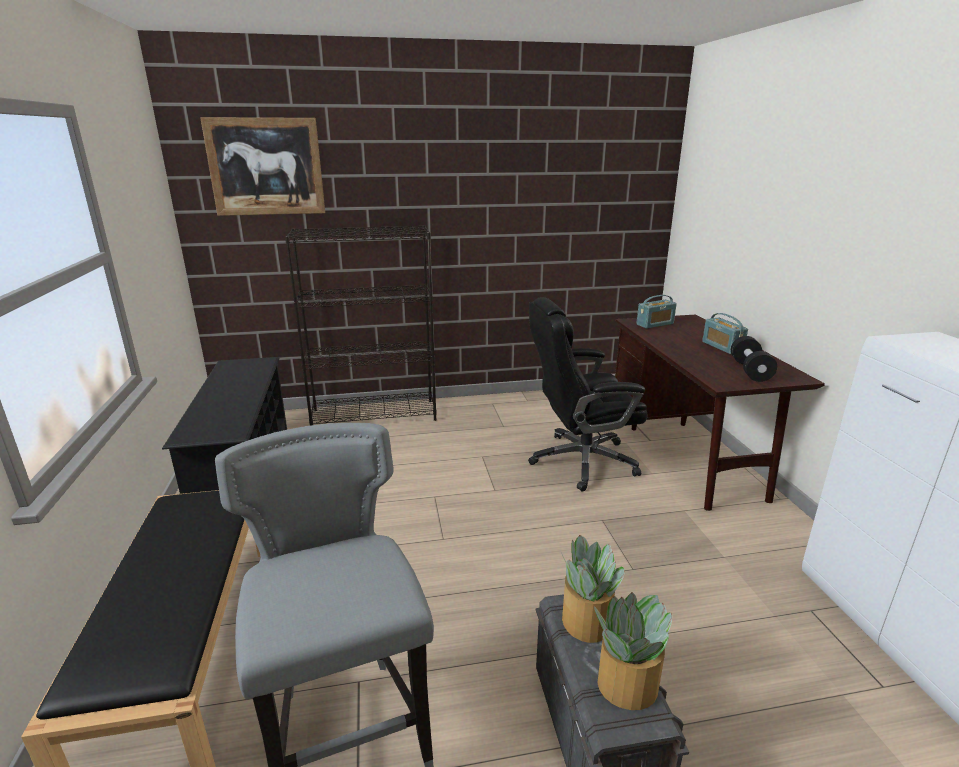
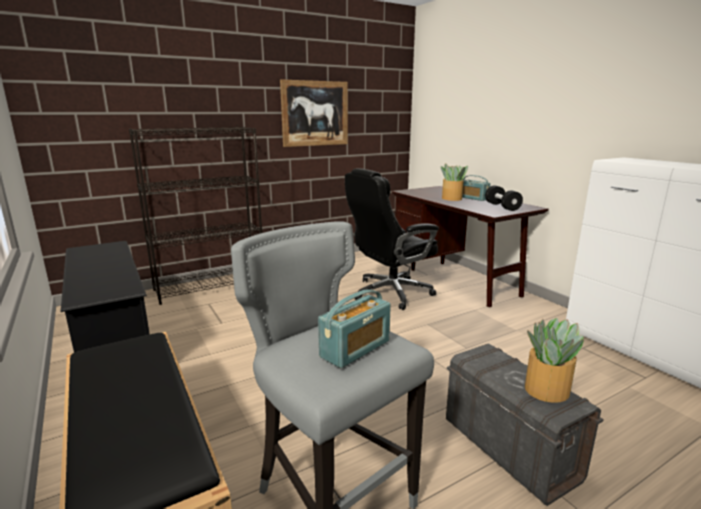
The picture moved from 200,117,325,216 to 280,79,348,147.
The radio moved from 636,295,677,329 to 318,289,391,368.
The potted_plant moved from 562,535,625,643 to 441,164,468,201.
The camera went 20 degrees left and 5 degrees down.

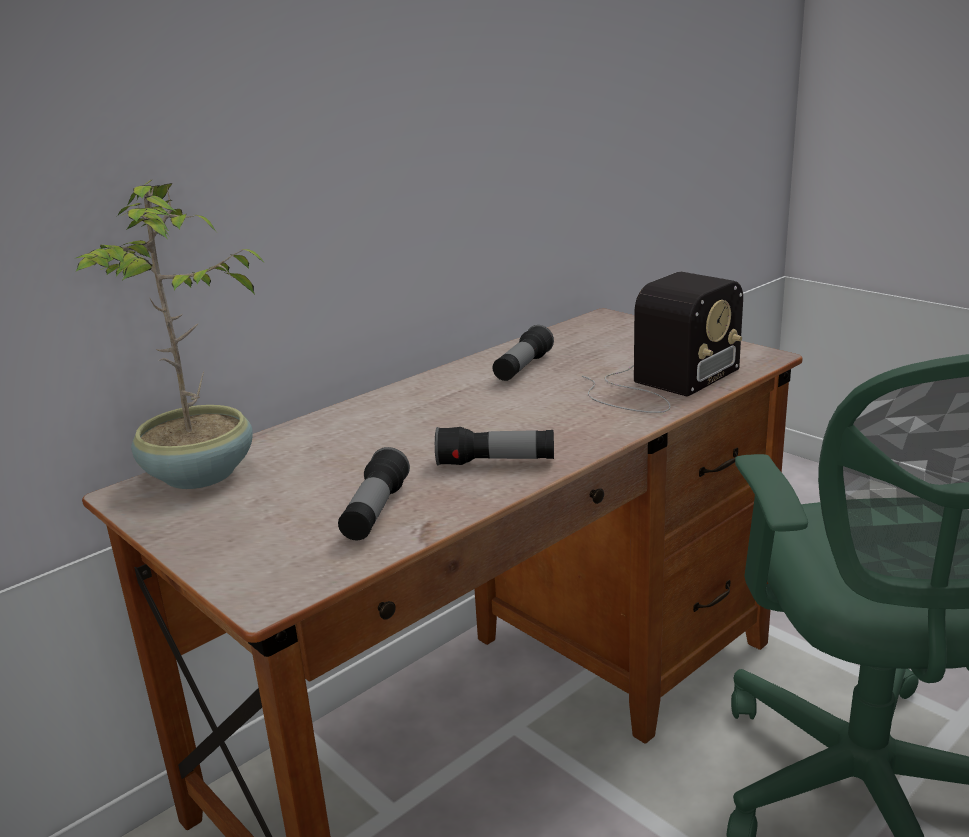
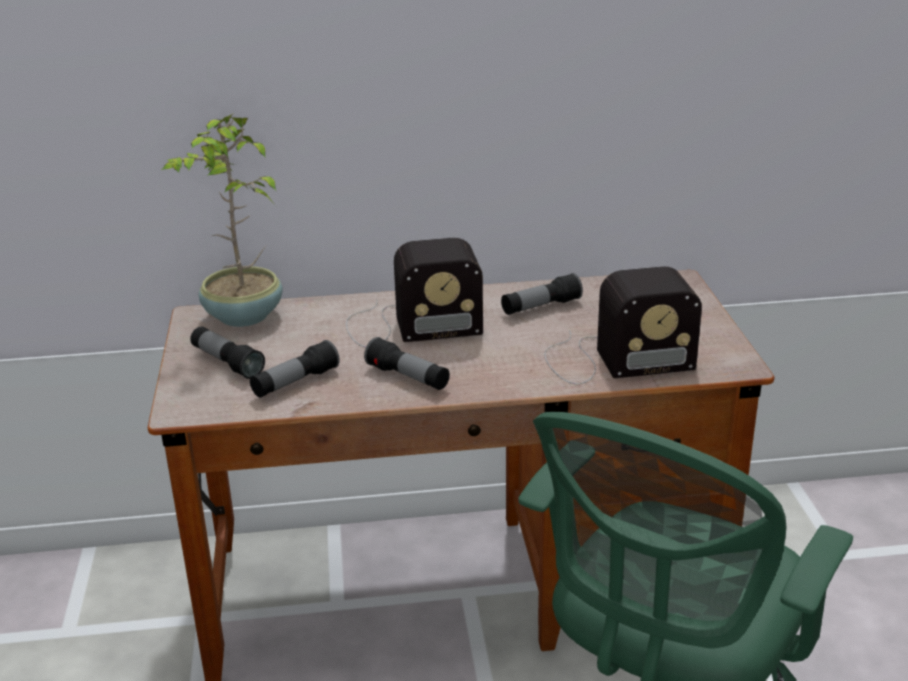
The radio at 346,238,483,347 appeared.
The flashlight at 190,327,265,379 appeared.
The camera went 35 degrees right and 5 degrees up.

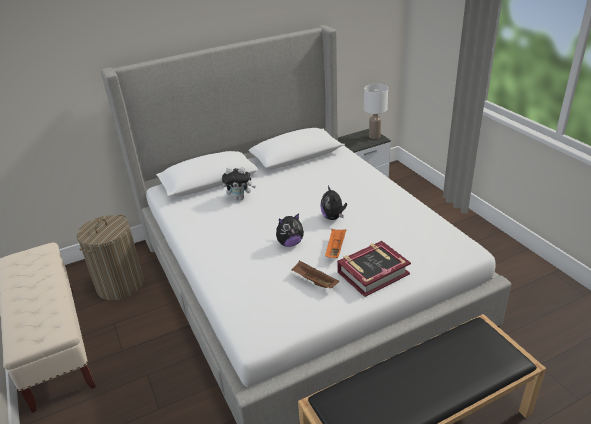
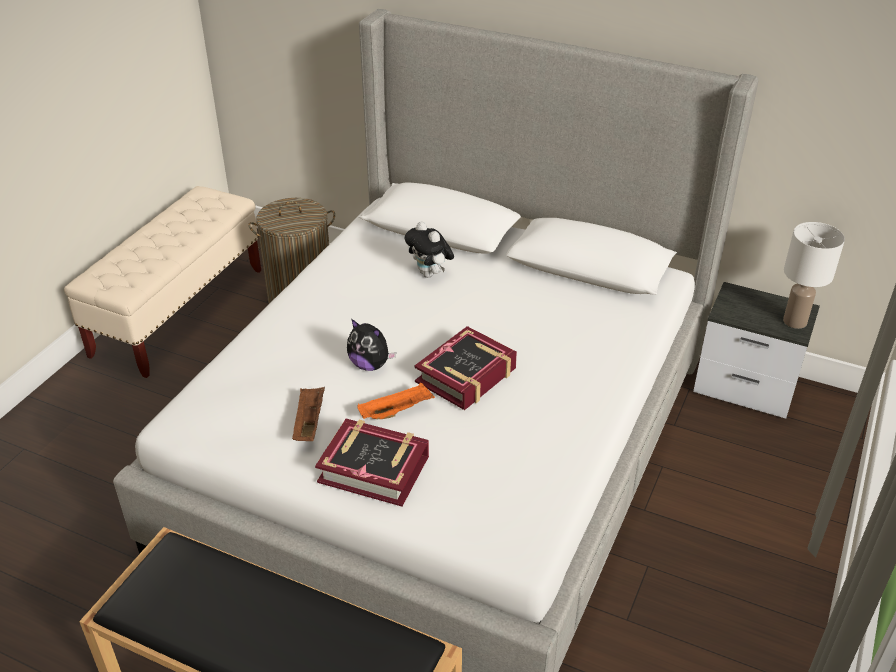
The plush_toy at 320,186,347,220 was replaced by the book at 414,326,517,410.
The camera went 50 degrees right and 5 degrees up.

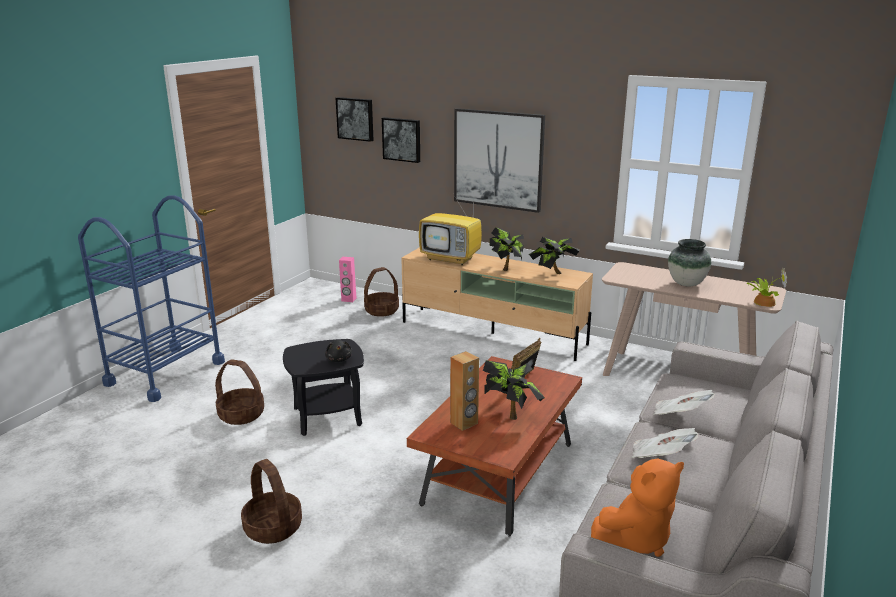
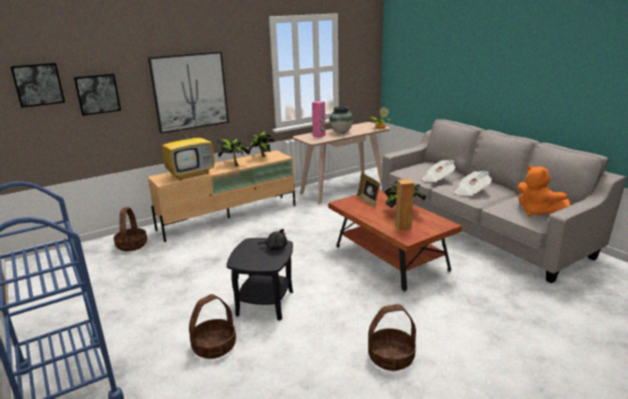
The pink_speaker moved from 339,257,356,302 to 312,101,326,138.
The orange_plush_toy at 591,459,684,557 turned 150 degrees clockwise.
The camera went 60 degrees left and 0 degrees up.

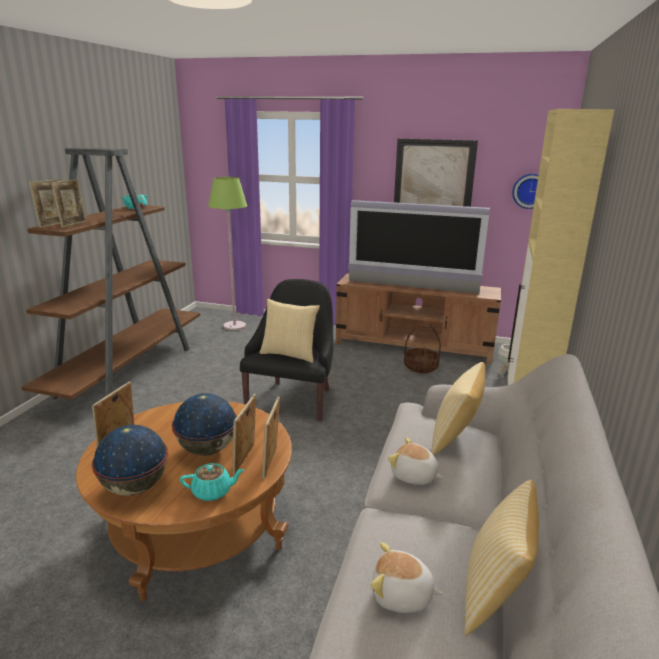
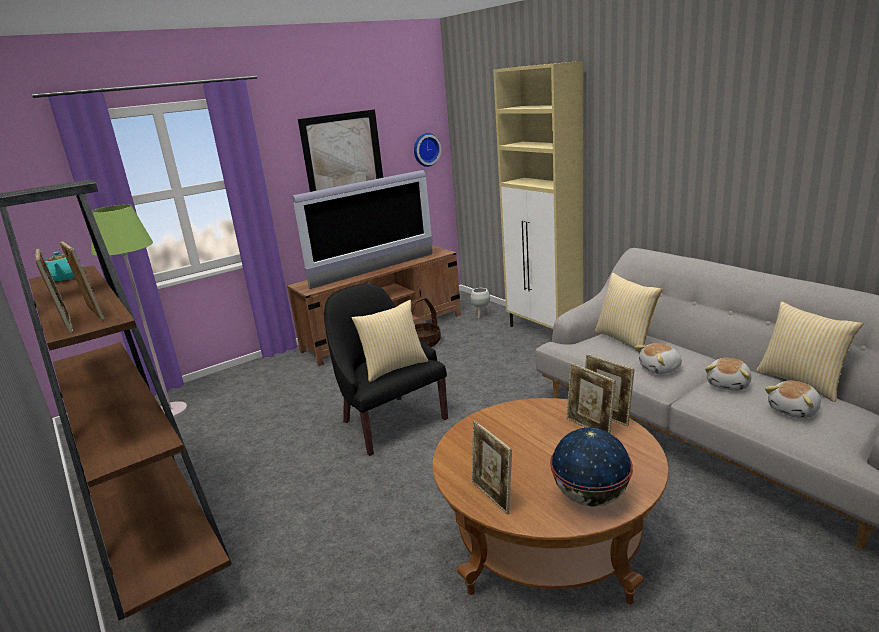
The globe at 172,393,237,456 disappeared.
The turquoise_teapot at 180,463,245,501 disappeared.
The plush_toy at 705,358,751,391 appeared.
The camera went 50 degrees left and 0 degrees up.

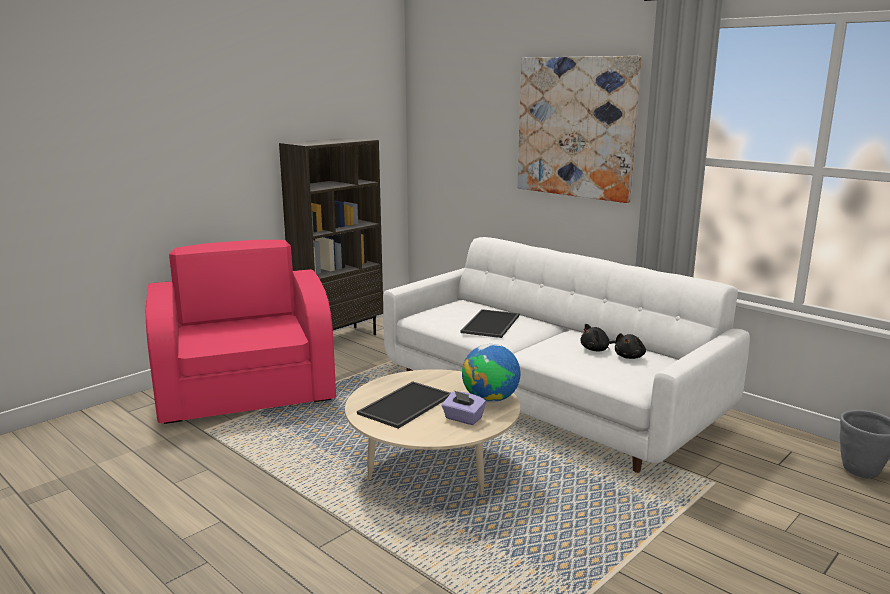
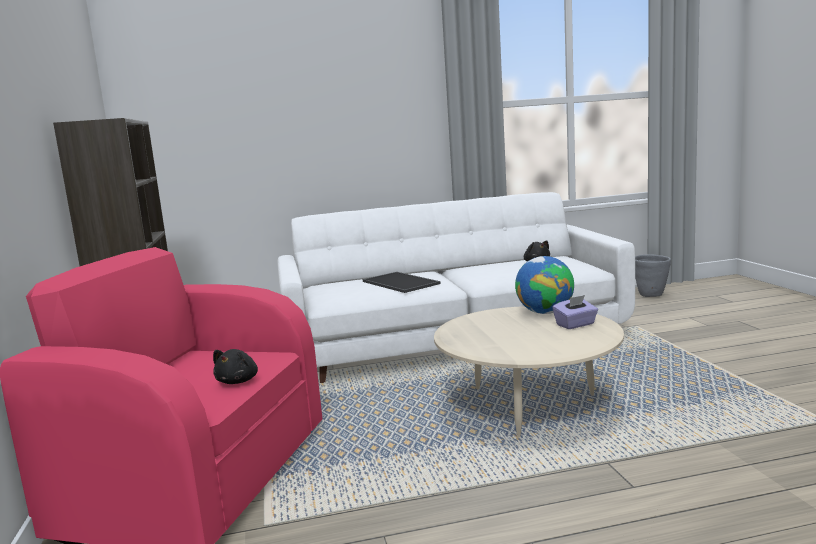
The picture at 517,56,641,203 disappeared.
The black_plush_toy moved from 581,324,616,352 to 213,349,258,384.
The tray at 357,381,451,429 disappeared.
The camera went 55 degrees left and 5 degrees down.

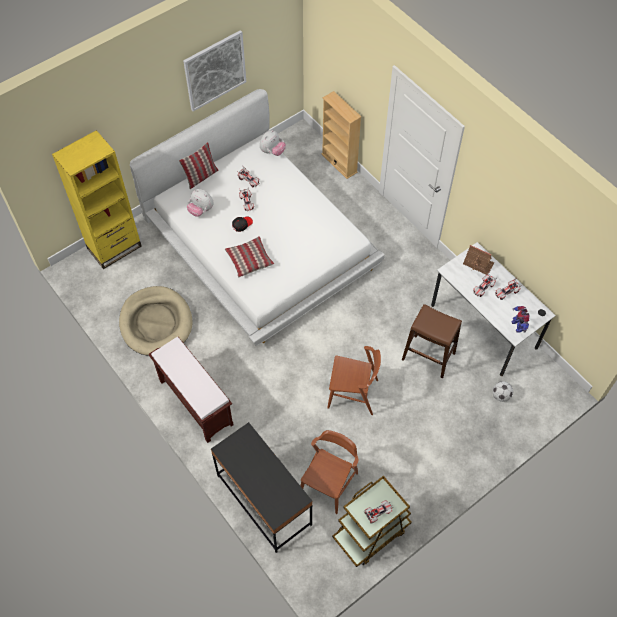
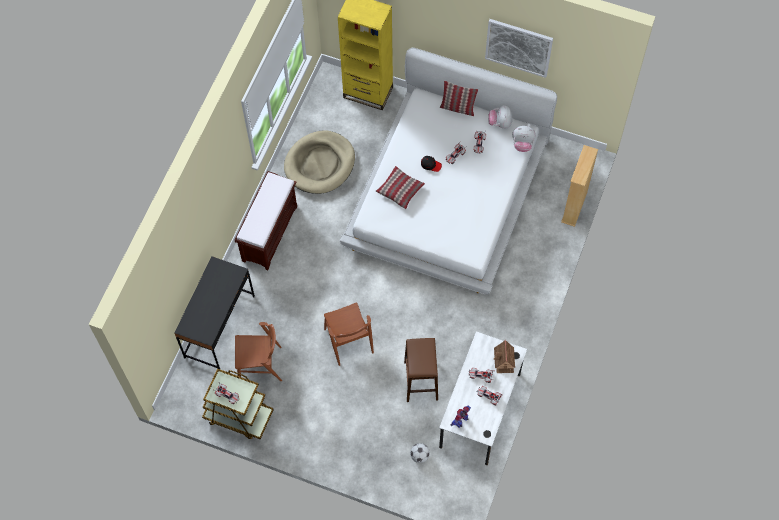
The plush_toy moved from 187,189,213,217 to 488,105,513,129.
The camera went 60 degrees right and 5 degrees up.

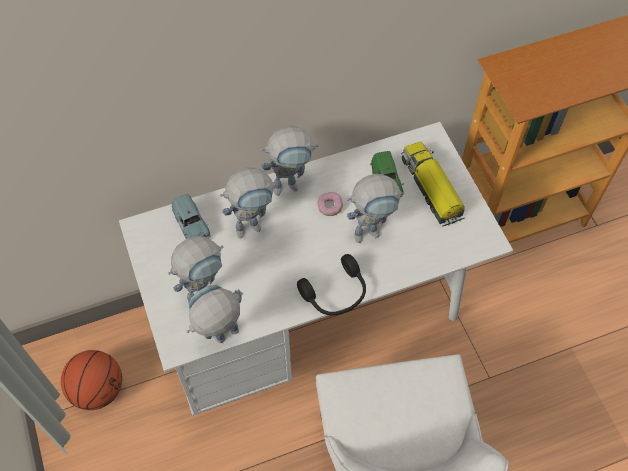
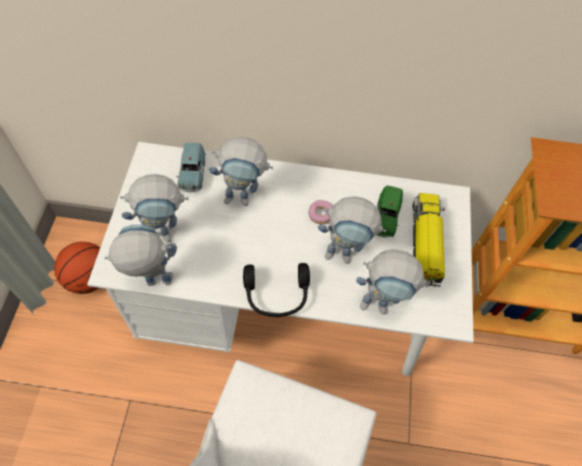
The toy_robot moved from 261,126,319,196 to 356,249,428,315.
The camera went 25 degrees right and 0 degrees up.

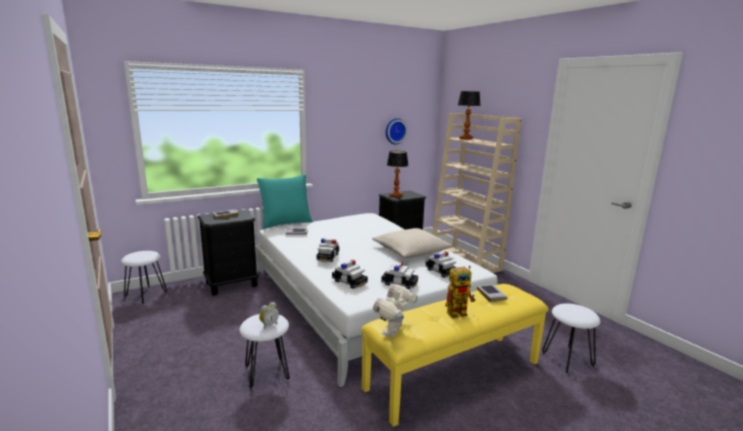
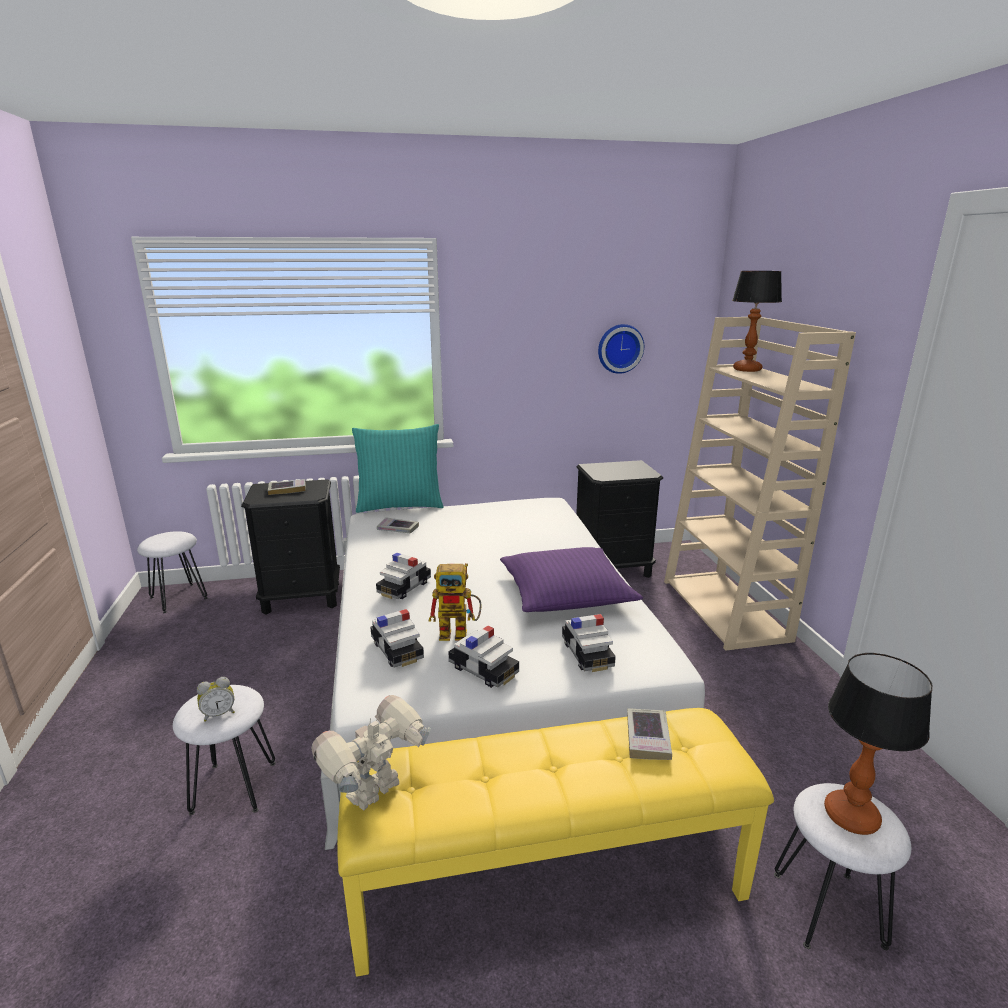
The table_lamp moved from 387,151,408,197 to 824,653,932,835.
The beige_pillow at 372,228,454,258 became the purple_pillow at 500,547,643,612.
The toy_robot moved from 445,266,476,318 to 428,563,482,641.
The camera went 20 degrees right and 5 degrees up.

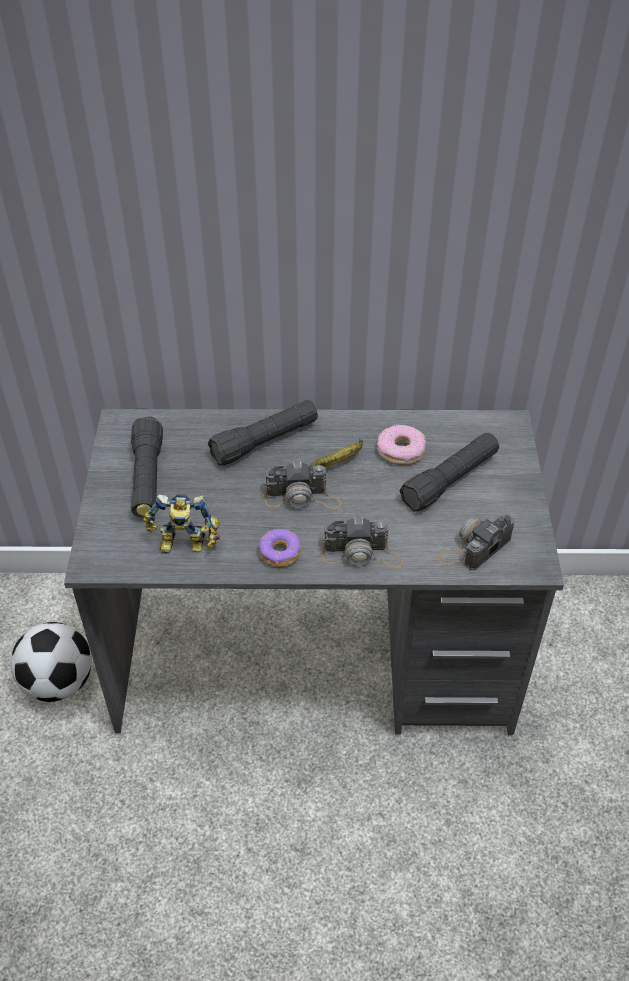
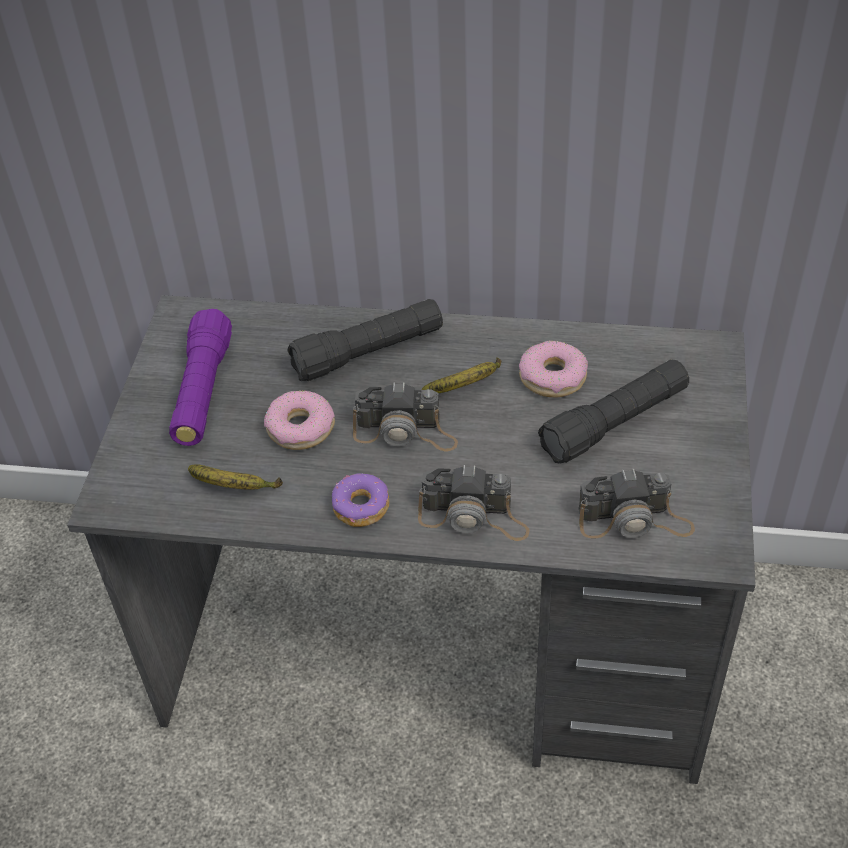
The black_flashlight at 131,417,163,518 became the purple_flashlight at 169,309,232,446.
The toy_robot at 143,494,220,554 was replaced by the banana at 188,464,283,490.
The photo_camera at 437,514,514,570 turned 150 degrees counterclockwise.
The football at 11,622,92,702 disappeared.
The donut at 264,391,335,450 appeared.
The camera went 10 degrees right and 0 degrees up.

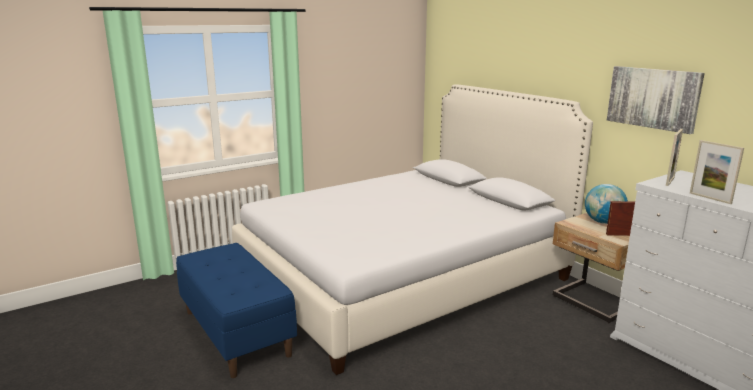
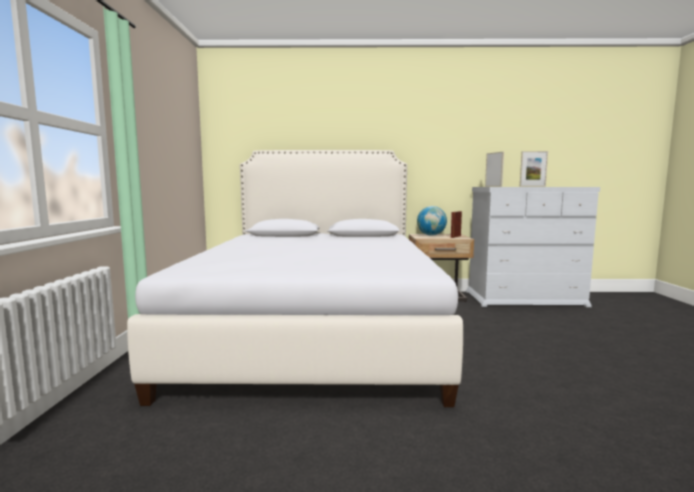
The picture at 607,66,705,134 disappeared.
The blue_bench at 176,243,297,378 disappeared.
The camera went 55 degrees left and 10 degrees down.

